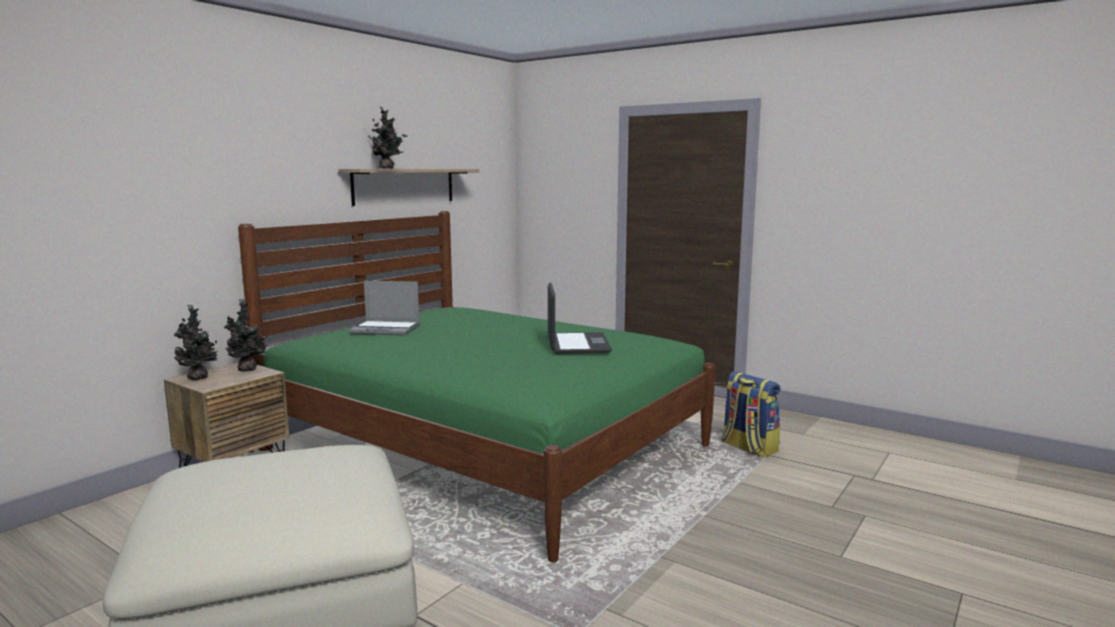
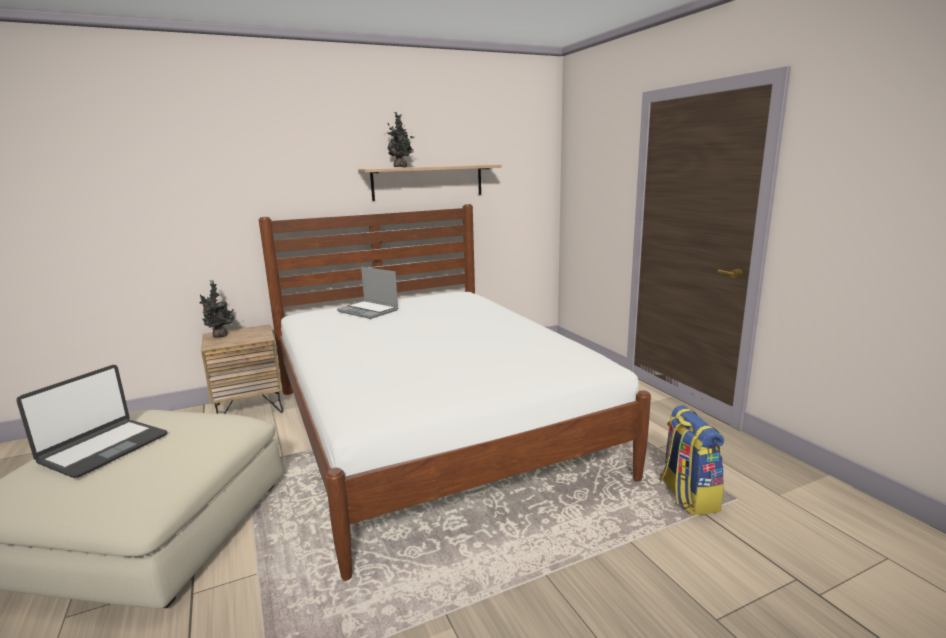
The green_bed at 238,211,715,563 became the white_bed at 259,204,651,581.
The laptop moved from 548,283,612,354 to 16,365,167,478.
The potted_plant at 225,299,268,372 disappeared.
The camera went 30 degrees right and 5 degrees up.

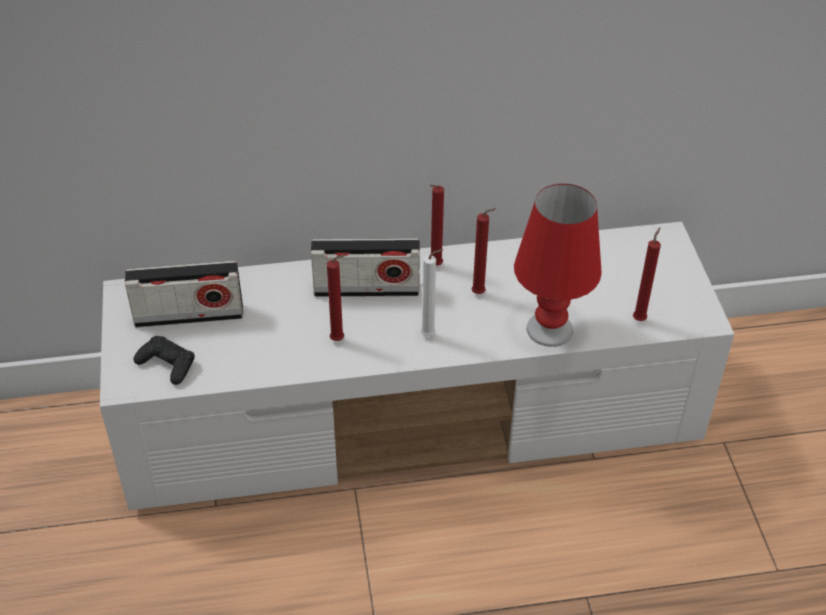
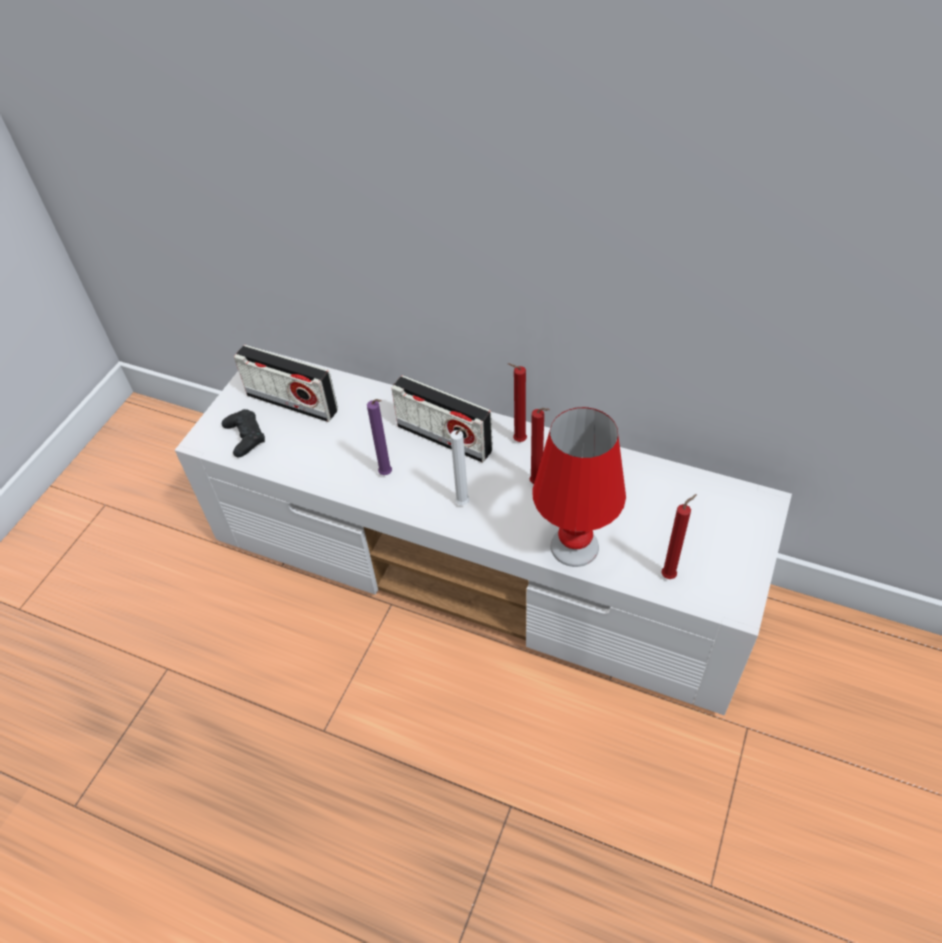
The red_candle at 327,255,346,341 became the purple_candle at 367,399,392,475.
The camera went 35 degrees right and 5 degrees up.

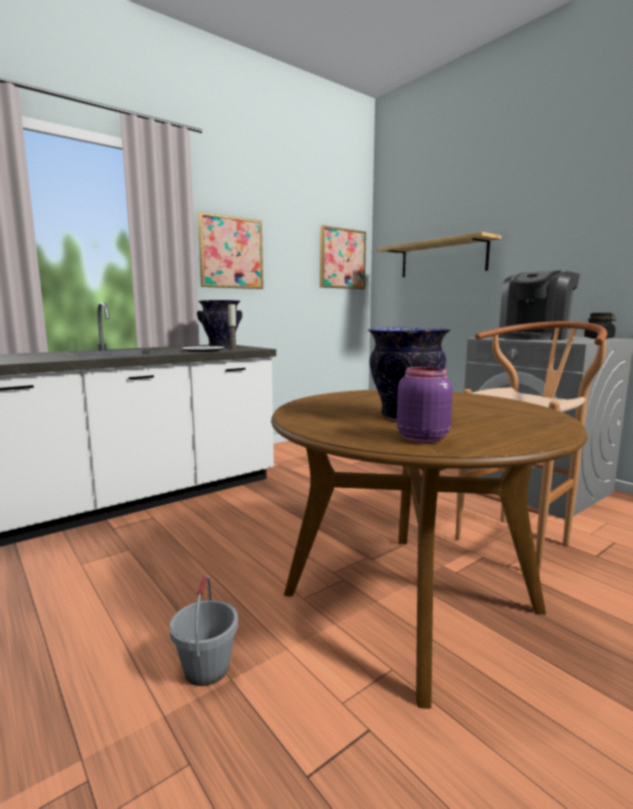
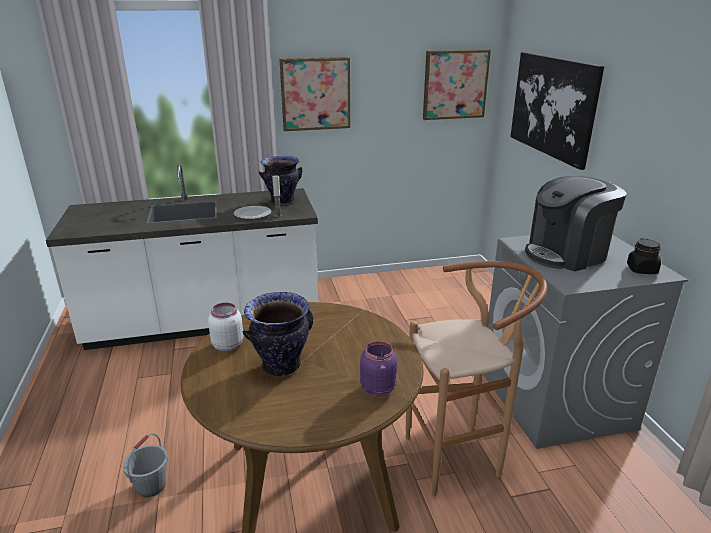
The shelf at 377,232,502,277 was replaced by the picture at 510,52,604,170.
The purple_jar moved from 397,366,453,443 to 360,341,397,397.
The white_jar at 208,303,244,351 appeared.
The camera went 25 degrees right and 15 degrees up.

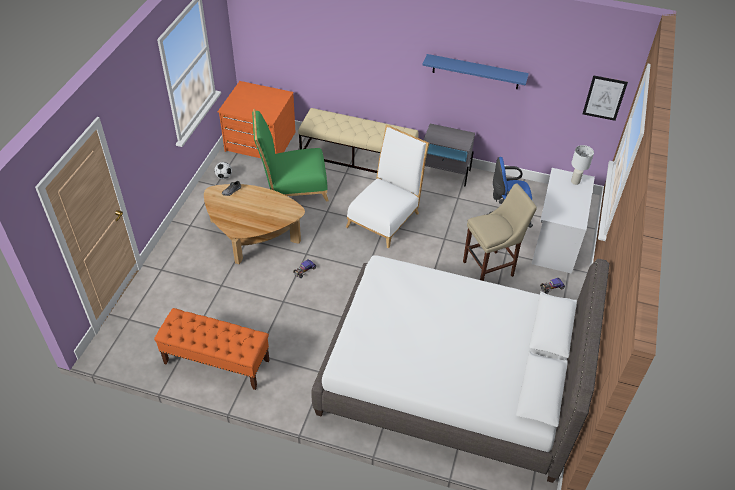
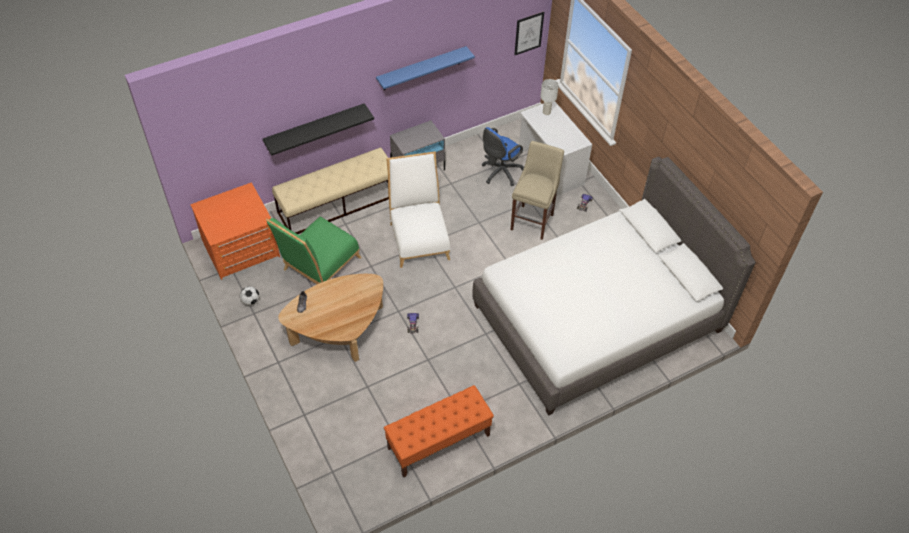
The black_shelf at 263,103,374,156 appeared.
The camera went 45 degrees left and 5 degrees up.

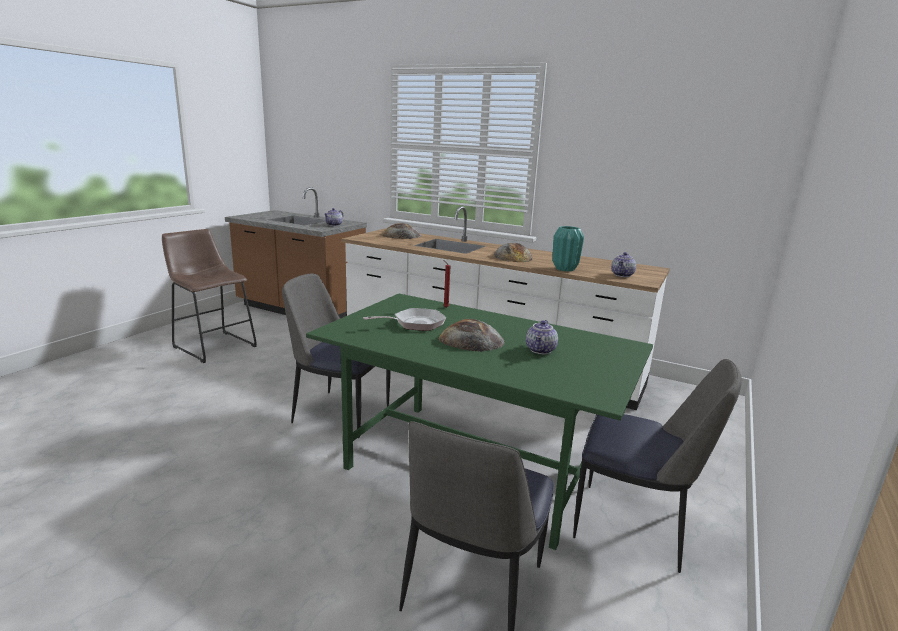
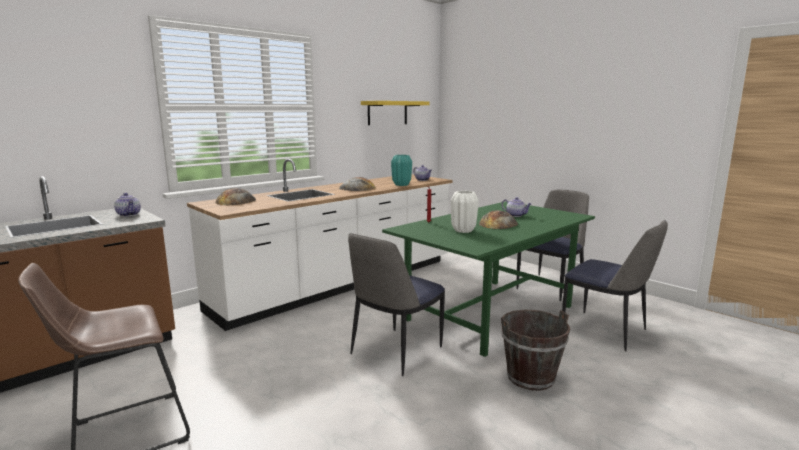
The frying_pan at 363,308,446,331 was replaced by the white_vase at 451,191,479,233.
The yellow_shelf at 361,101,430,125 appeared.
The brown_bucket at 501,310,570,391 appeared.
The camera went 70 degrees left and 5 degrees down.

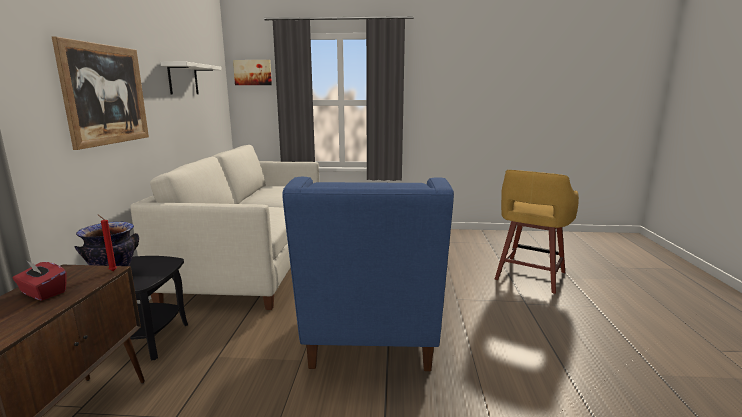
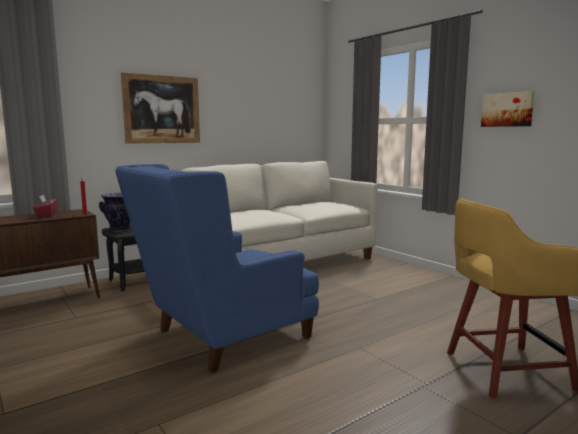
The picture moved from 233,60,272,85 to 481,91,535,127.
The white_shelf at 160,62,221,95 disappeared.
The camera went 50 degrees right and 5 degrees down.

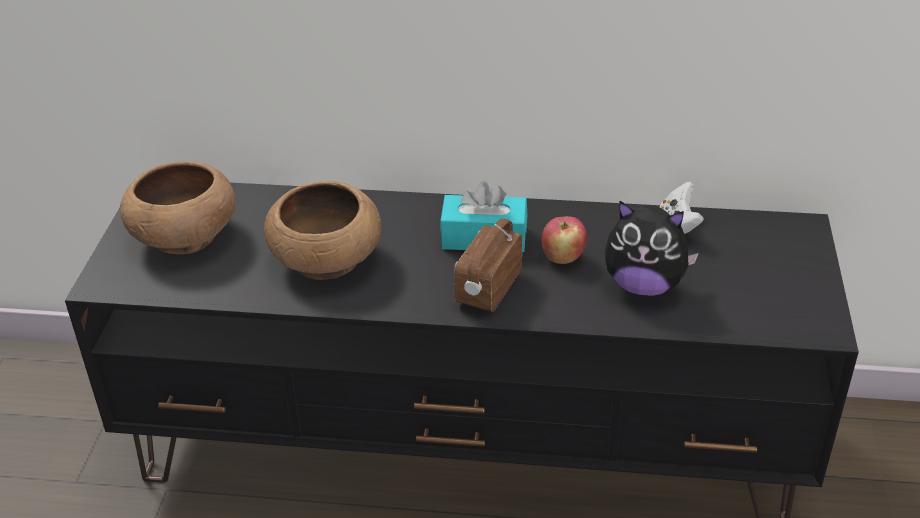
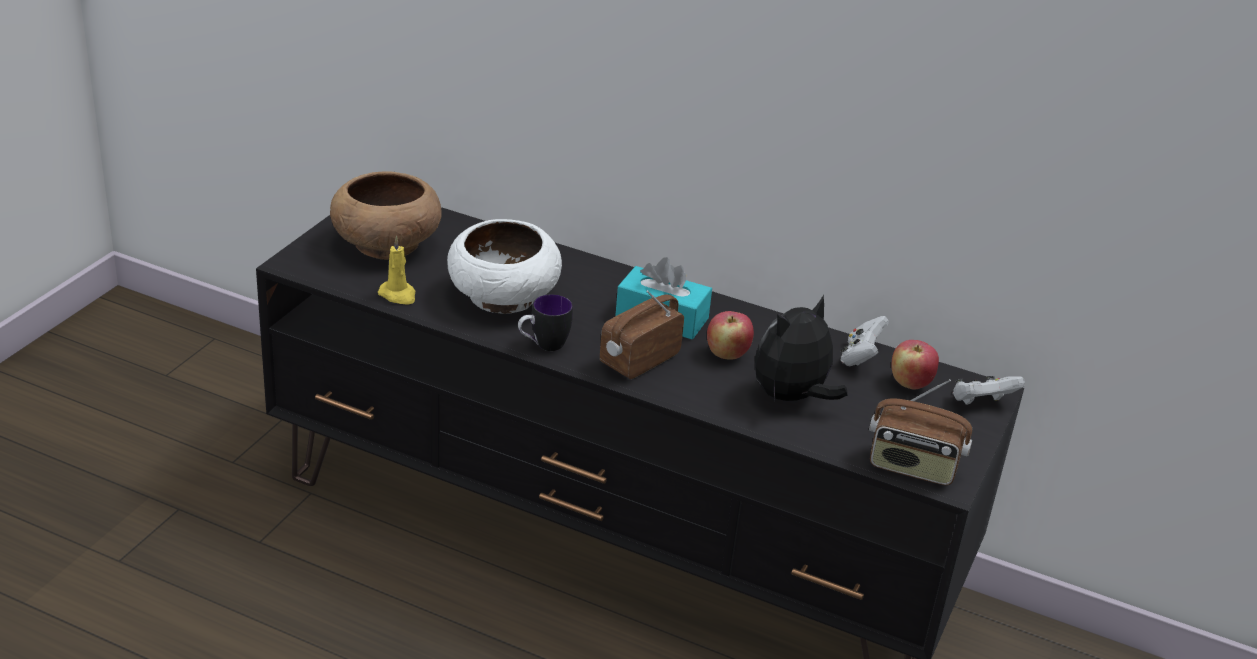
The brown_bowl at 264,181,381,280 became the white_bowl at 447,219,562,314.
The plush_toy at 605,201,699,296 turned 105 degrees clockwise.
The yellow_candle at 378,236,416,305 appeared.
The mug at 518,294,573,351 appeared.
The apple at 891,340,939,390 appeared.
The white_game_controller at 953,376,1025,405 appeared.
The radio at 869,379,972,485 appeared.
The camera went 15 degrees right and 5 degrees down.

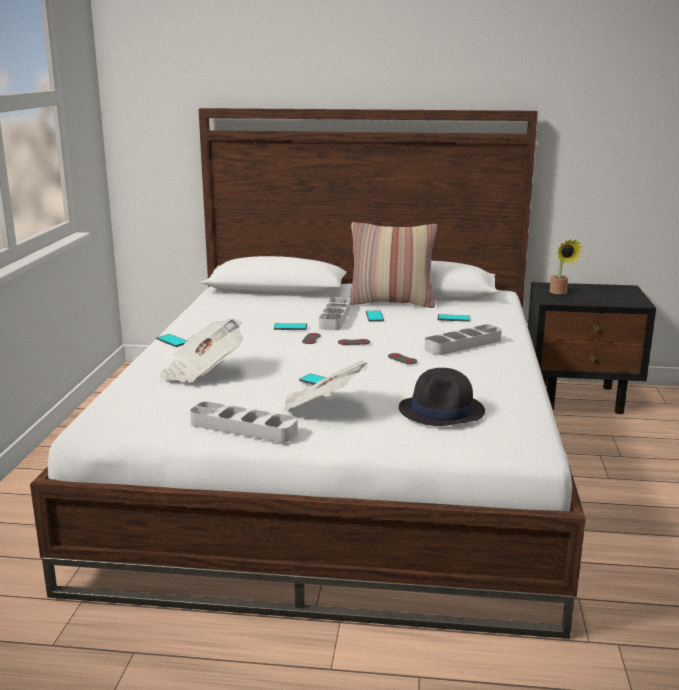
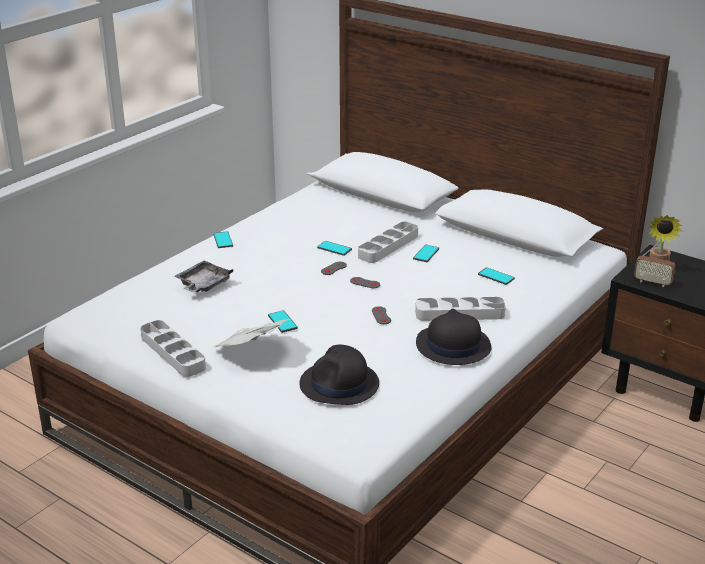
The pillow at 349,222,438,308 disappeared.
The newspaper at 160,319,243,383 was replaced by the grey_tray at 175,261,233,292.
The radio at 634,241,675,287 appeared.
The black_hat at 416,309,491,365 appeared.
The camera went 30 degrees right and 10 degrees up.

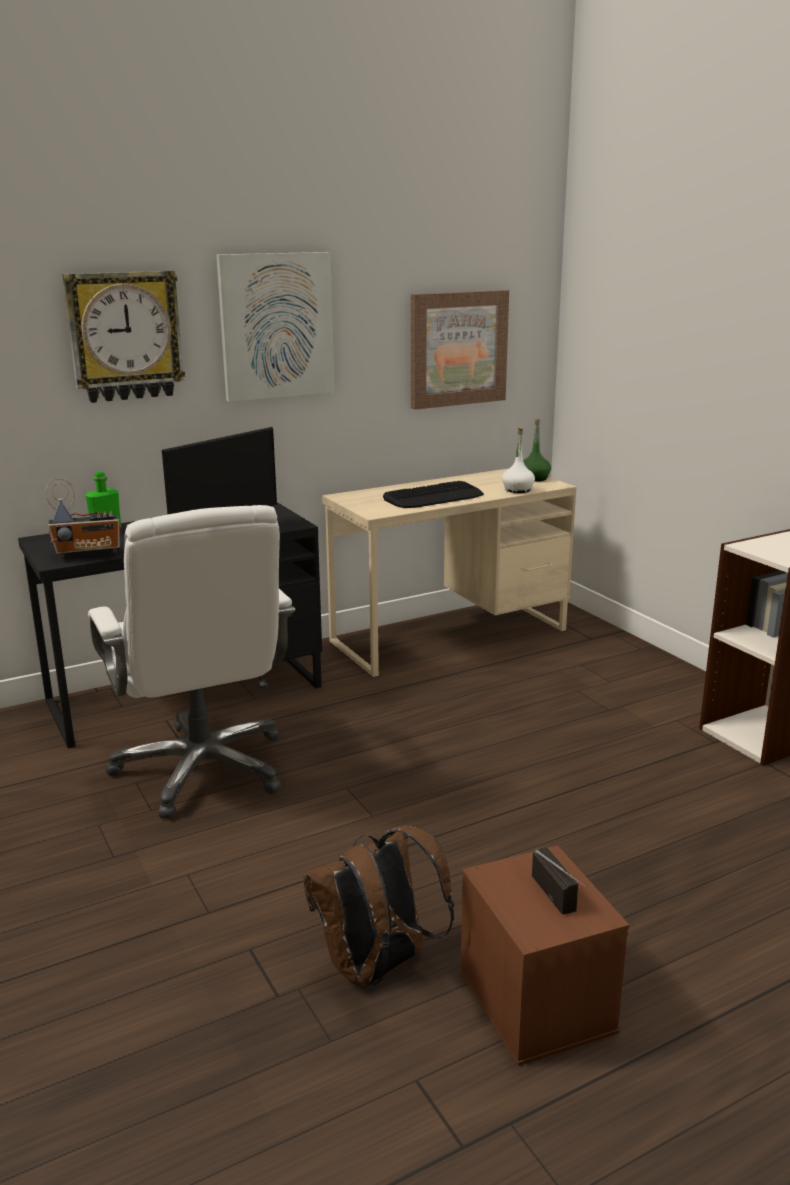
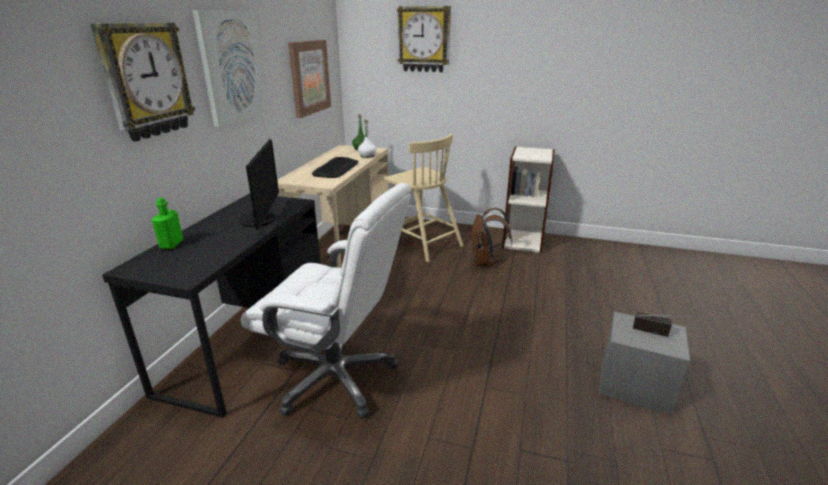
The radio at 46,478,121,559 disappeared.
The brown_backpack moved from 303,824,454,987 to 470,208,512,266.
The brown_storage_box at 460,846,629,1066 became the grey_storage_box at 599,312,690,414.
The wall_clock at 397,6,451,72 appeared.
The beige_chair at 383,134,463,262 appeared.
The camera went 45 degrees left and 5 degrees up.

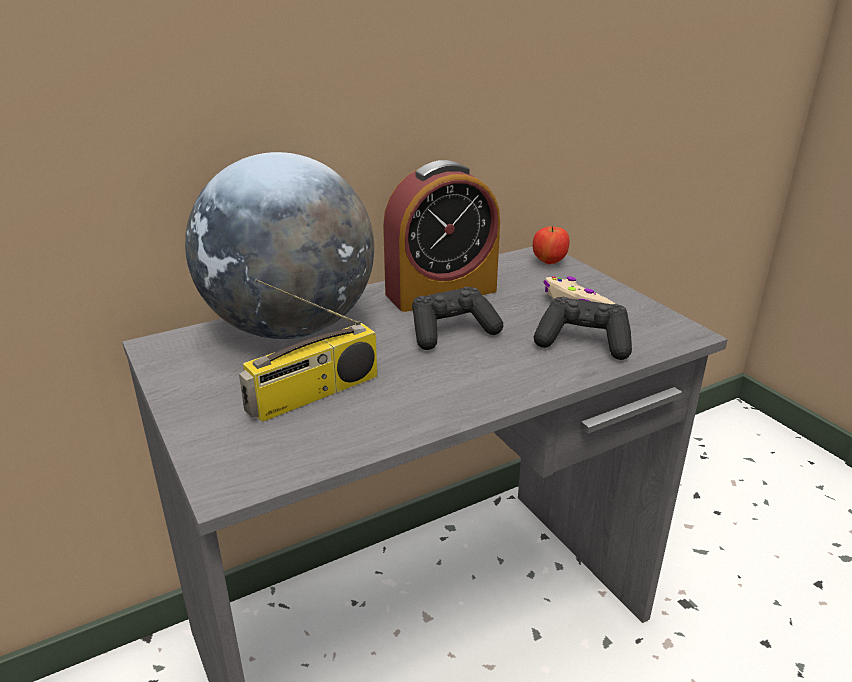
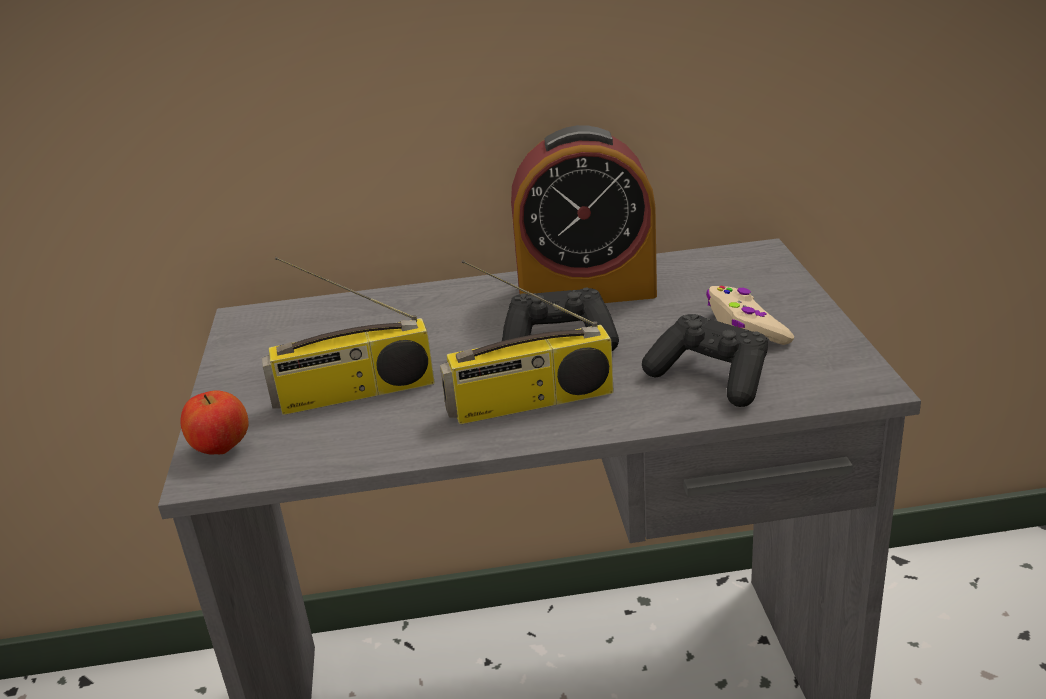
The globe at 185,152,374,339 disappeared.
The apple moved from 533,226,570,264 to 180,390,249,455.
The radio at 440,260,614,424 appeared.
The camera went 25 degrees right and 0 degrees up.

